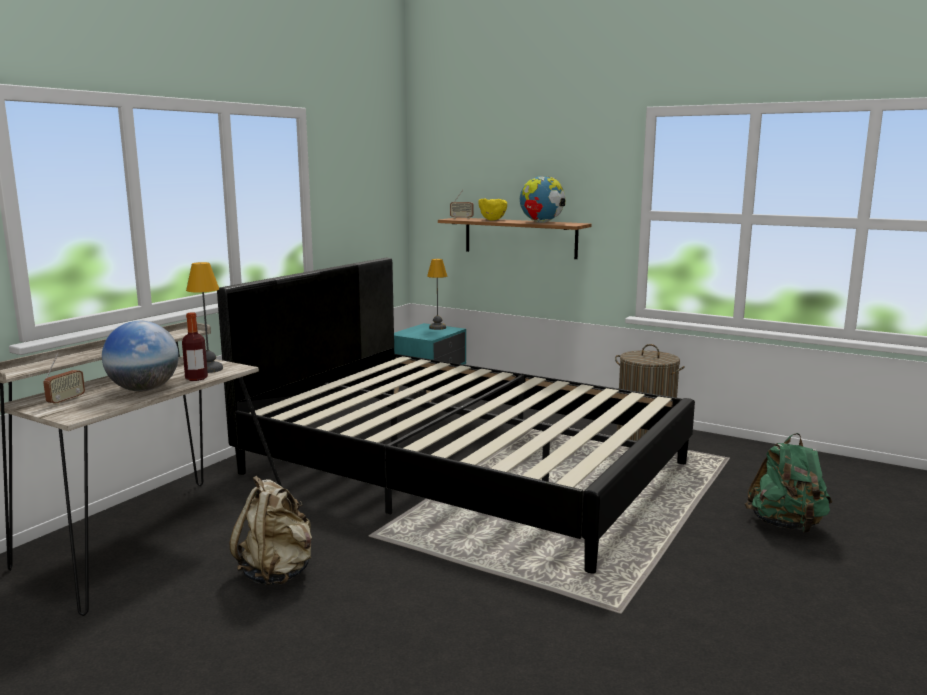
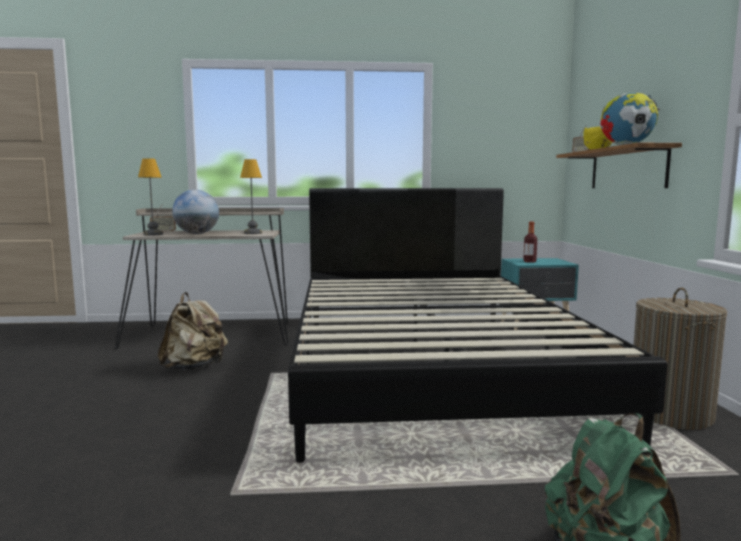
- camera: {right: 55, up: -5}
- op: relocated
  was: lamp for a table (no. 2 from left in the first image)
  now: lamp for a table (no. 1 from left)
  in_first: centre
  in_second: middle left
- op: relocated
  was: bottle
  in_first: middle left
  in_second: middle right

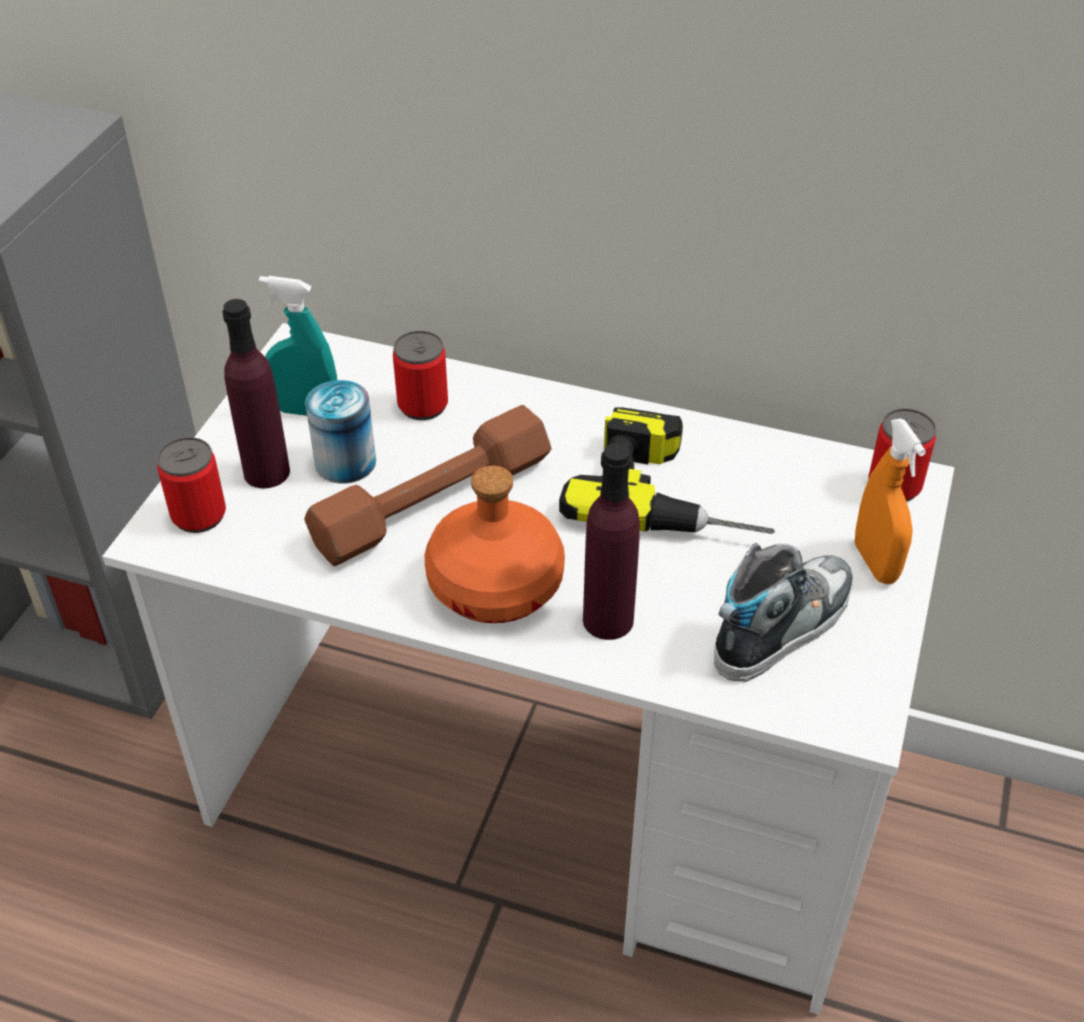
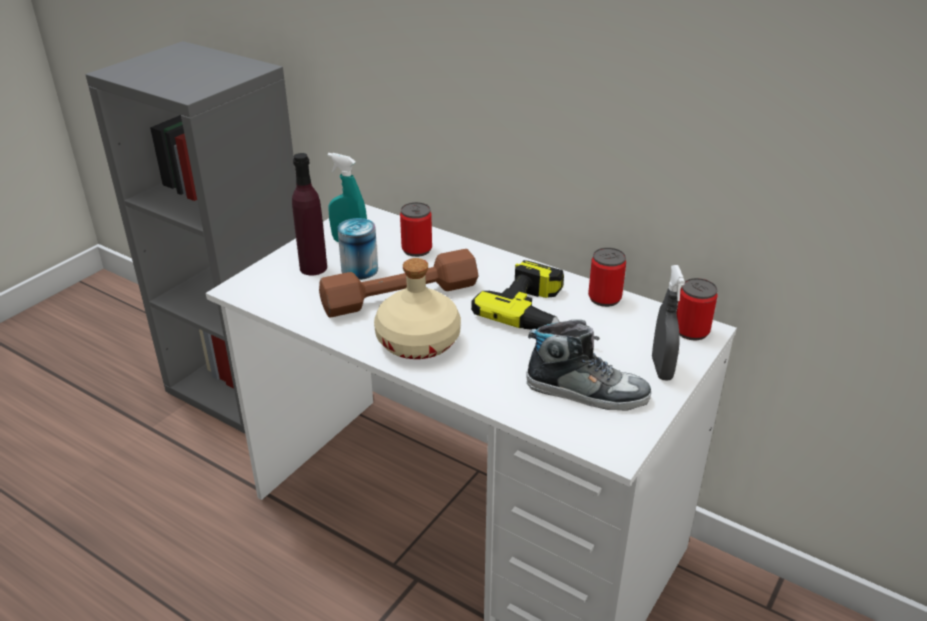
- camera: {right: 15, up: -10}
- op: colour
  was: orangey spray bottle
  now: gray spray bottle
  in_first: middle right
  in_second: middle right
- op: relocated
  was: metal can (no. 1 from left in the first image)
  now: metal can (no. 3 from left)
  in_first: middle left
  in_second: centre
- op: missing
  was: purplish bottle (no. 2 from left)
  in_first: centre
- op: colour
  was: orangey bottle
  now: beige-coloured bottle
  in_first: centre
  in_second: centre
- op: spun
  was: item of footwear
  in_first: middle right
  in_second: centre
  clockwise: 45

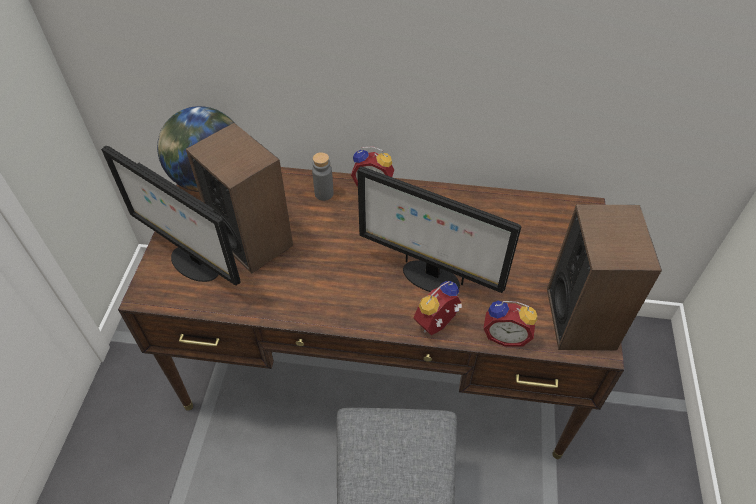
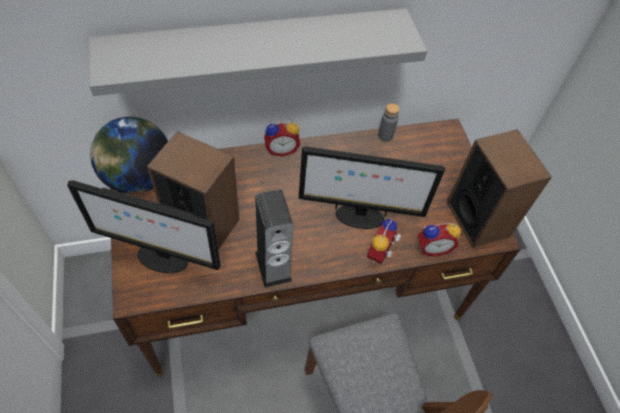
- camera: {right: -25, up: 5}
- op: relocated
  was: gray bottle
  in_first: centre
  in_second: top centre
- op: appeared
  now: gray wall shelf
  in_second: top centre
- op: appeared
  now: speaker (no. 2 from left)
  in_second: centre

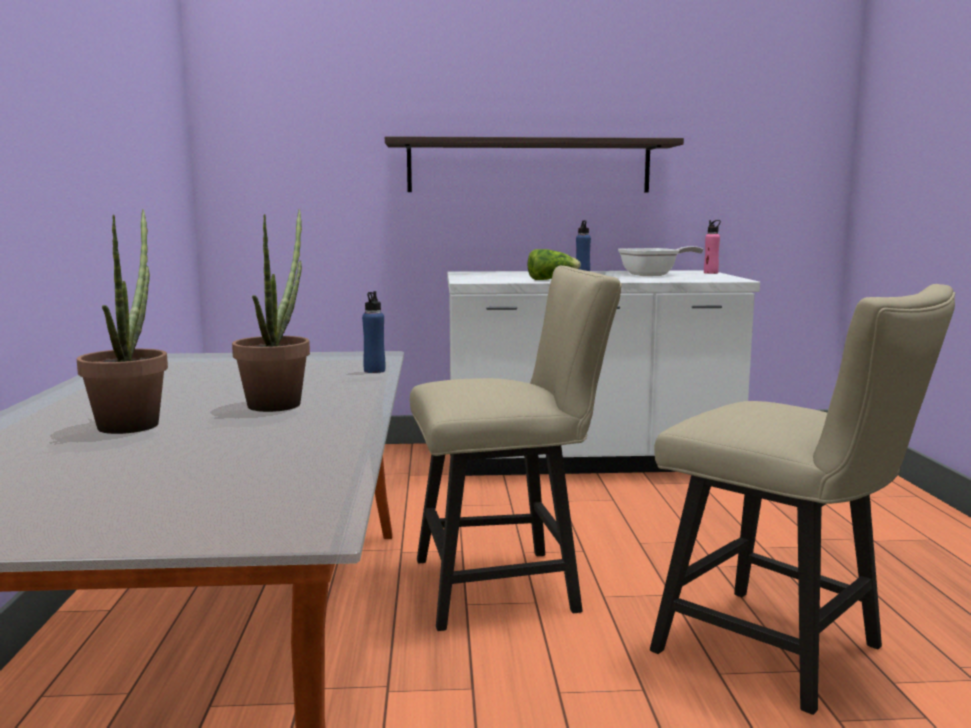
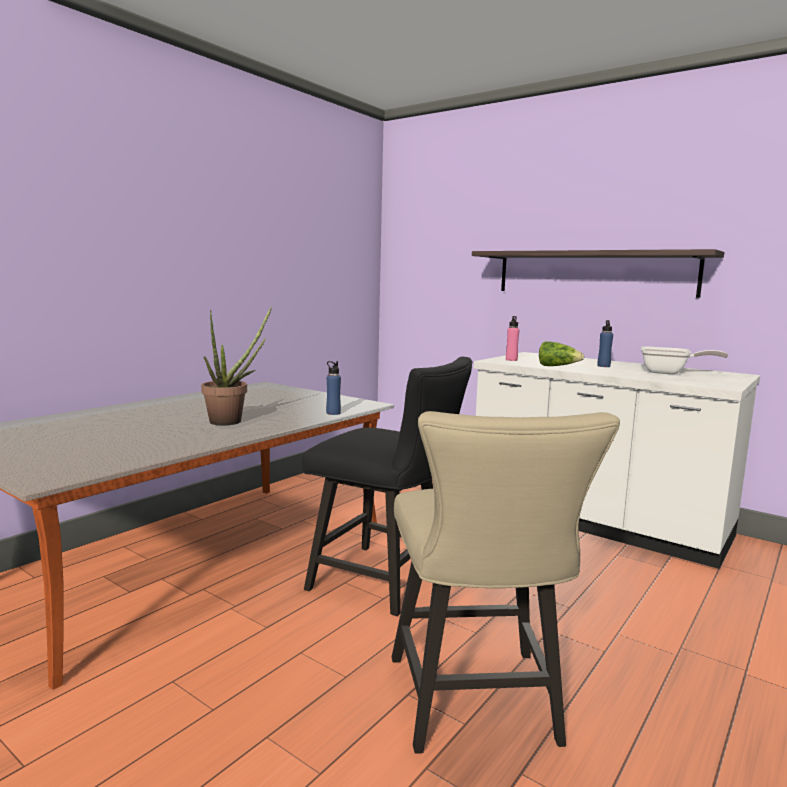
- camera: {right: 40, up: 0}
- op: missing
  was: potted plant (no. 1 from left)
  in_first: middle left
- op: relocated
  was: pinkish bottle
  in_first: middle right
  in_second: centre
- op: colour
  was: beige-coloured upright chair (no. 1 from left)
  now: black-coloured upright chair
  in_first: centre
  in_second: centre

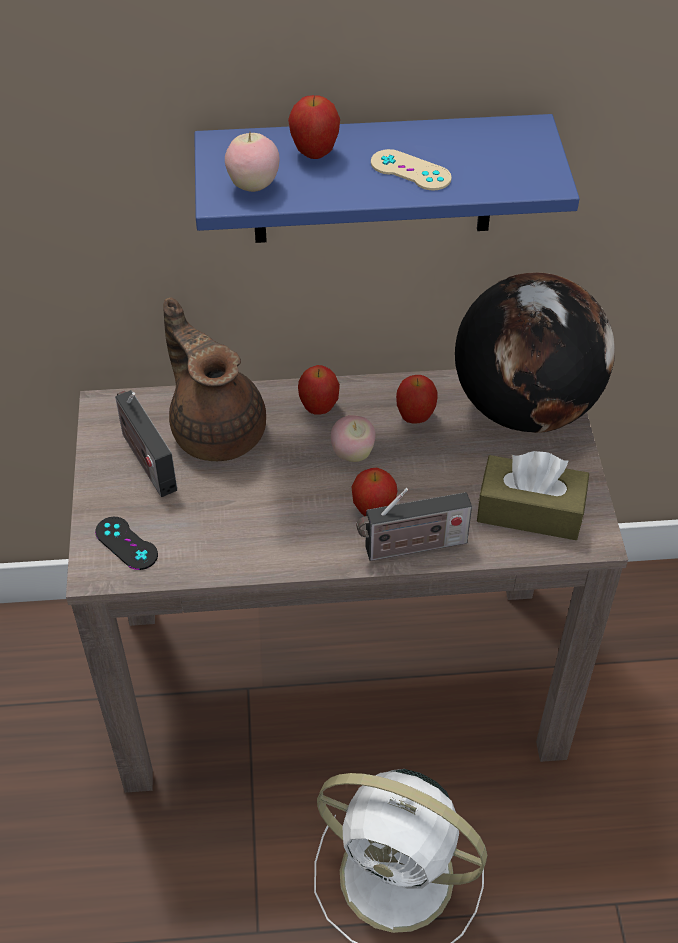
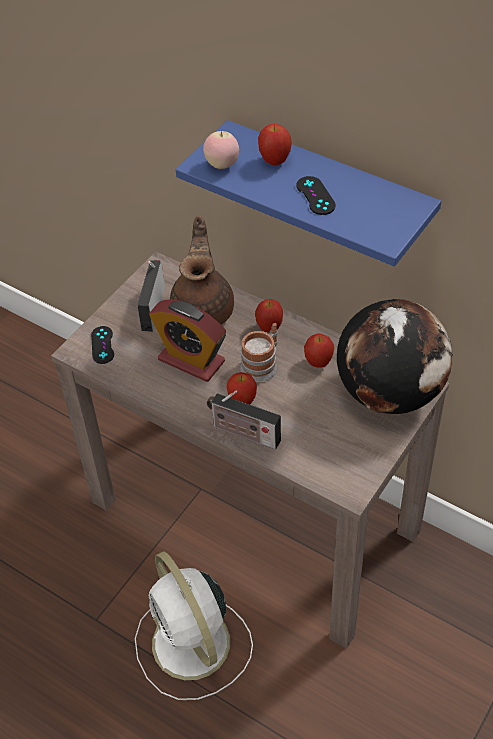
- camera: {right: 40, up: 0}
- op: colour
  was: beige-coloured gamepad
  now: black-coloured gamepad (no. 2 from left)
  in_first: top centre
  in_second: top centre
- op: exchanged
  was: apple fruit (no. 4 from left)
  now: coffee mug
  in_first: centre
  in_second: centre
- op: missing
  was: brown tissue holder
  in_first: middle right
- op: appeared
  now: alarm clock
  in_second: centre

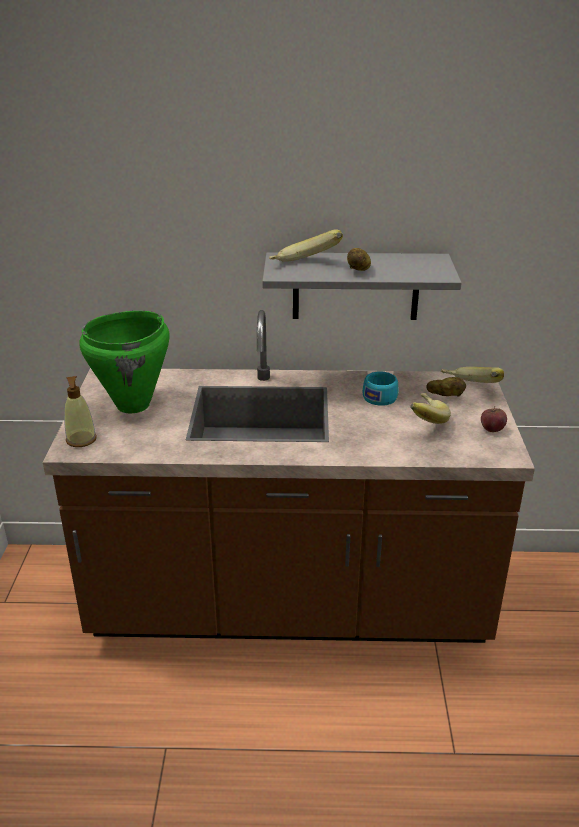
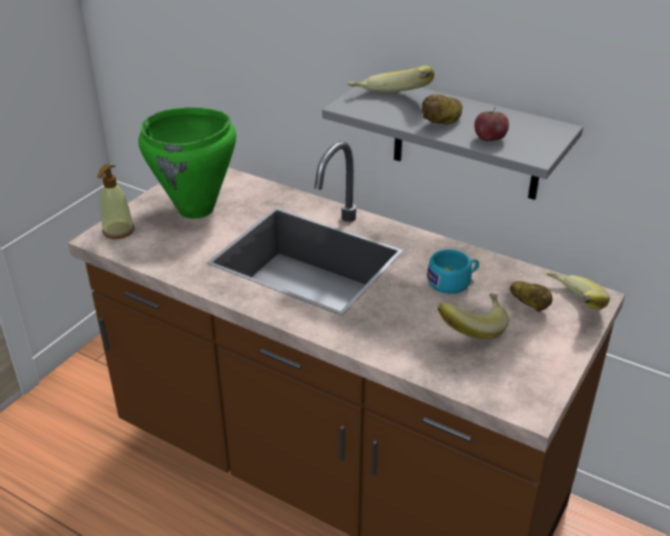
- camera: {right: 30, up: 5}
- op: relocated
  was: apple fruit
  in_first: middle right
  in_second: top right

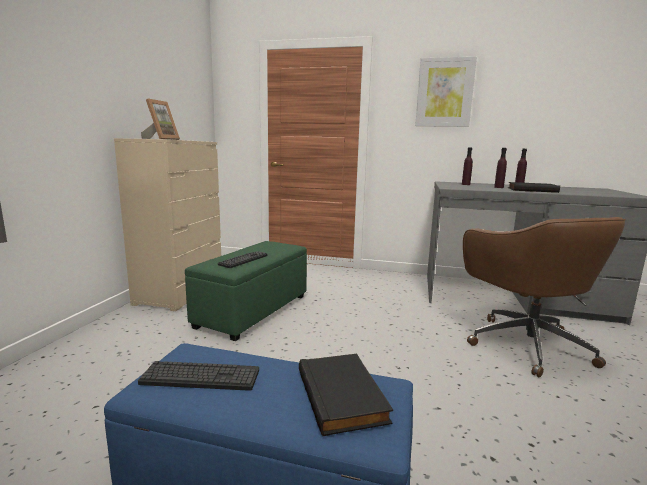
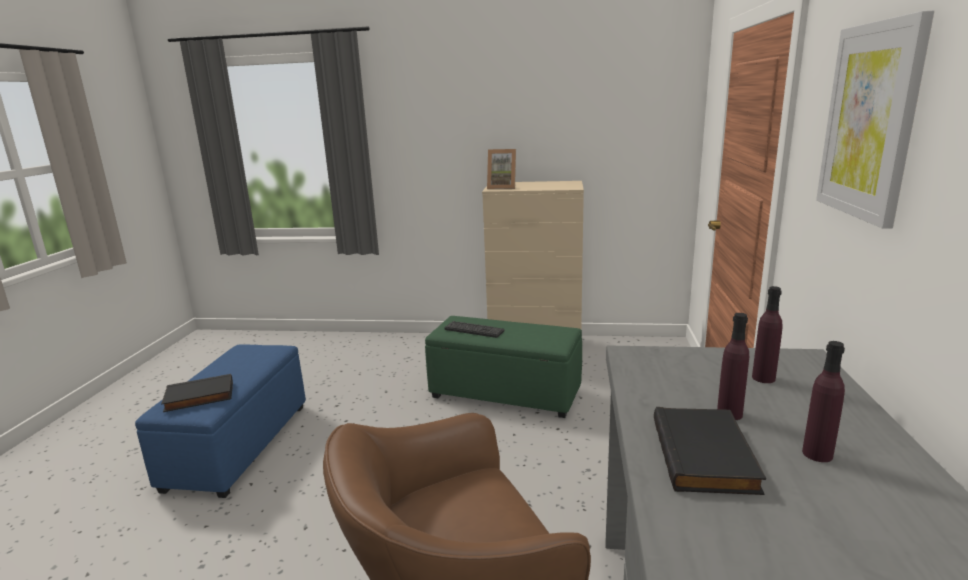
- camera: {right: 85, up: 5}
- op: missing
  was: keyboard (no. 1 from left)
  in_first: bottom left

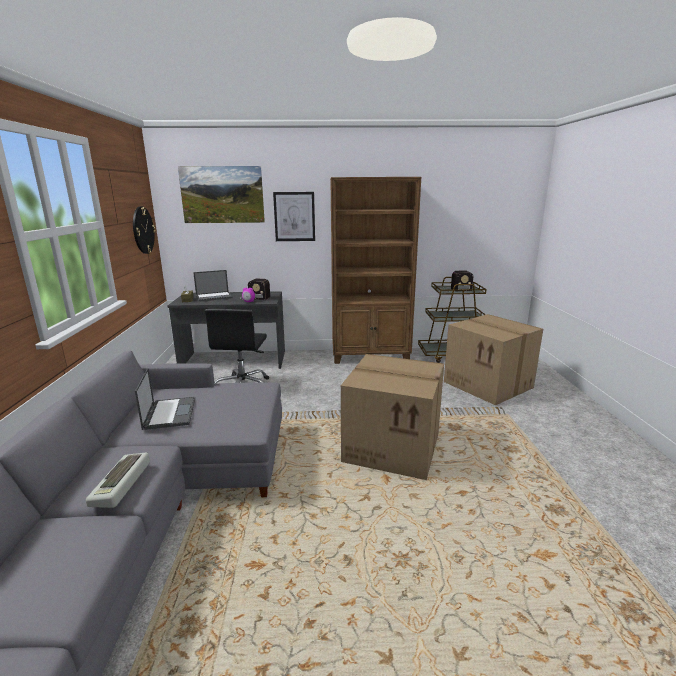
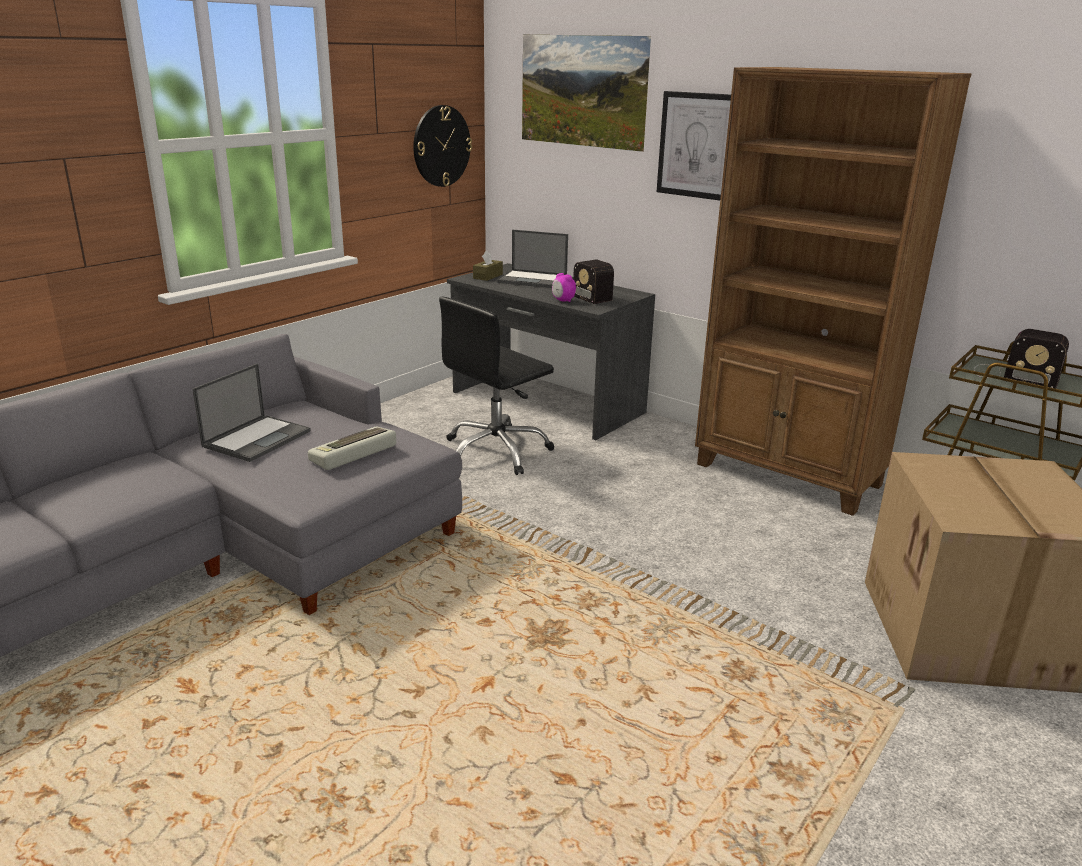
- camera: {right: 40, up: 5}
- op: missing
  was: cardboard box (no. 1 from left)
  in_first: centre
- op: relocated
  was: keyboard
  in_first: bottom left
  in_second: middle left

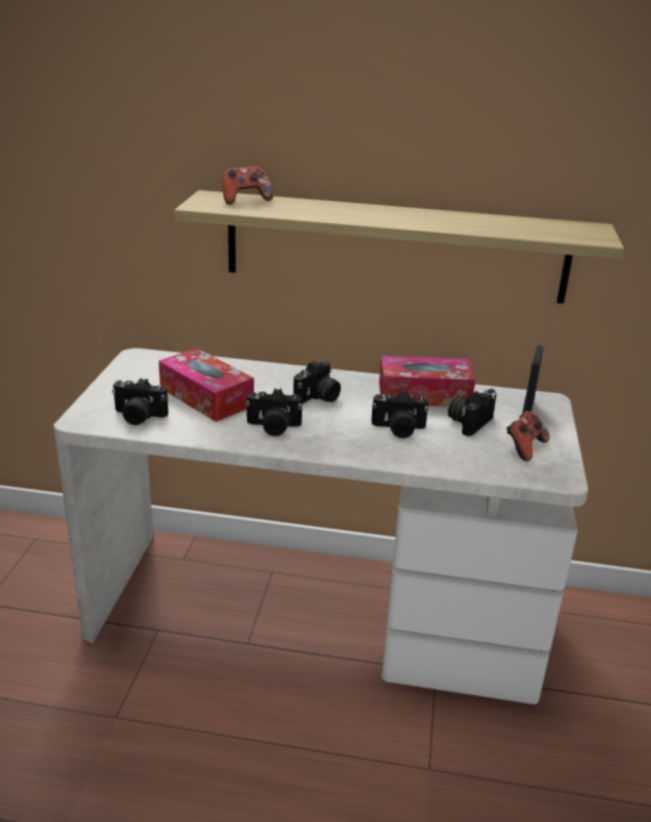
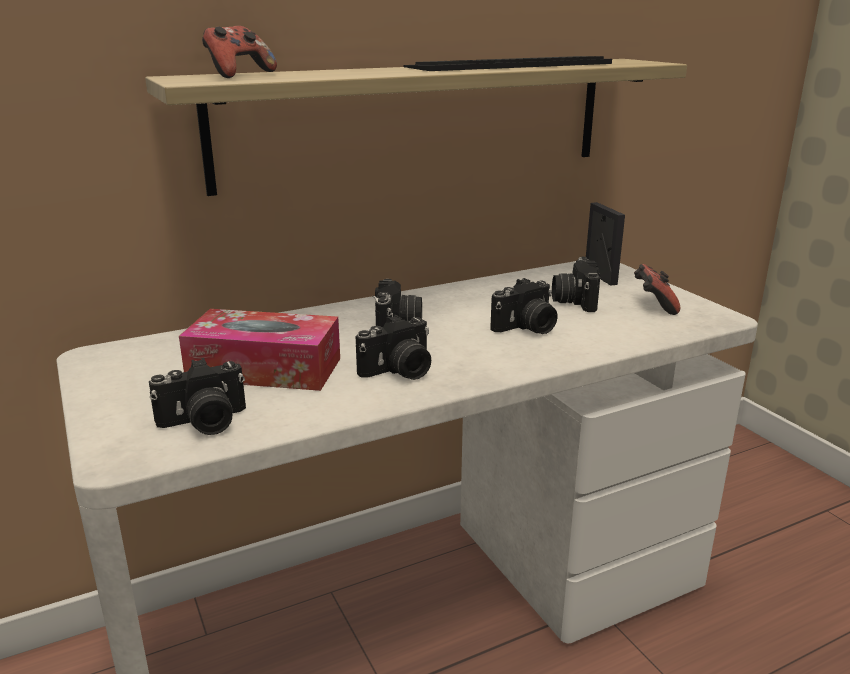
- camera: {right: -35, up: -5}
- op: missing
  was: tissue holder (no. 2 from left)
  in_first: centre
- op: appeared
  now: keyboard
  in_second: top centre

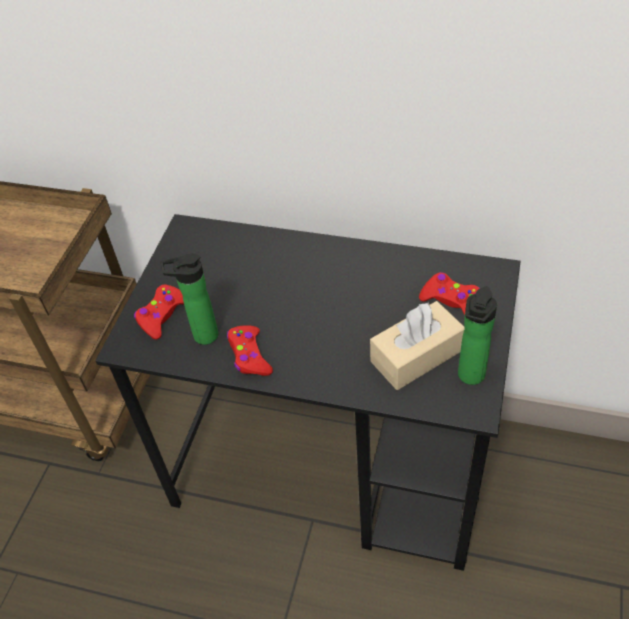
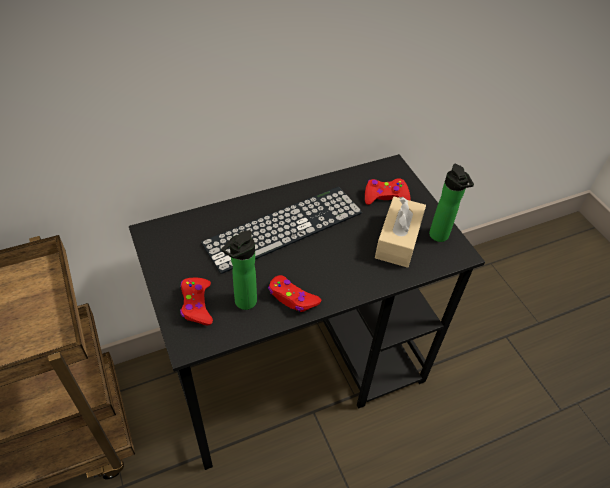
- camera: {right: -45, up: 0}
- op: appeared
  now: keyboard
  in_second: centre

